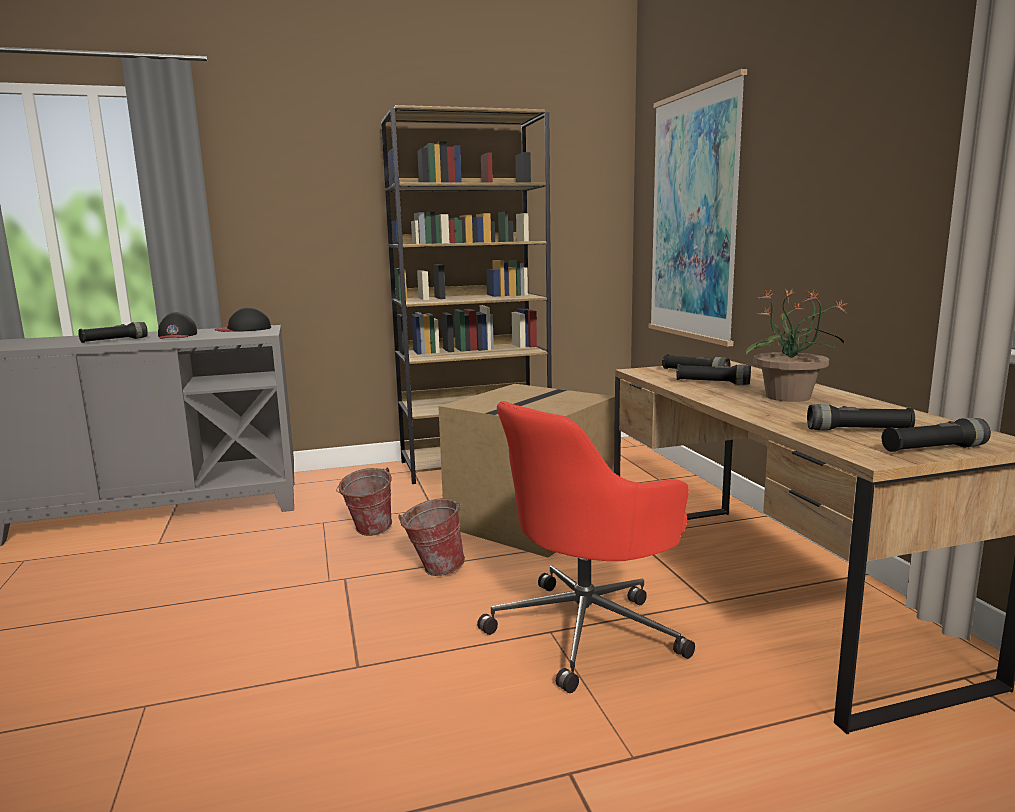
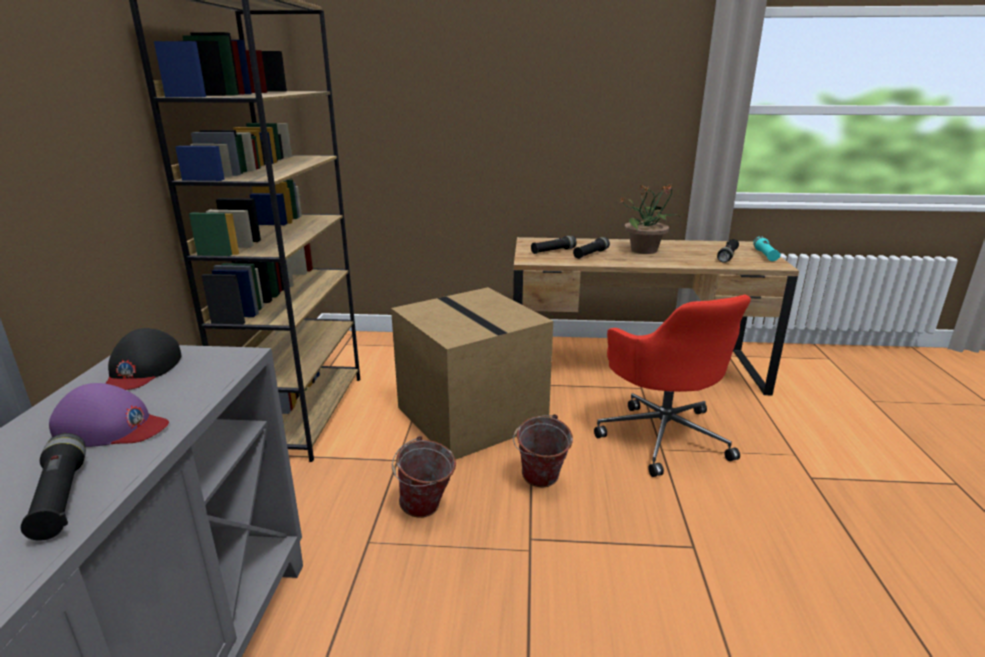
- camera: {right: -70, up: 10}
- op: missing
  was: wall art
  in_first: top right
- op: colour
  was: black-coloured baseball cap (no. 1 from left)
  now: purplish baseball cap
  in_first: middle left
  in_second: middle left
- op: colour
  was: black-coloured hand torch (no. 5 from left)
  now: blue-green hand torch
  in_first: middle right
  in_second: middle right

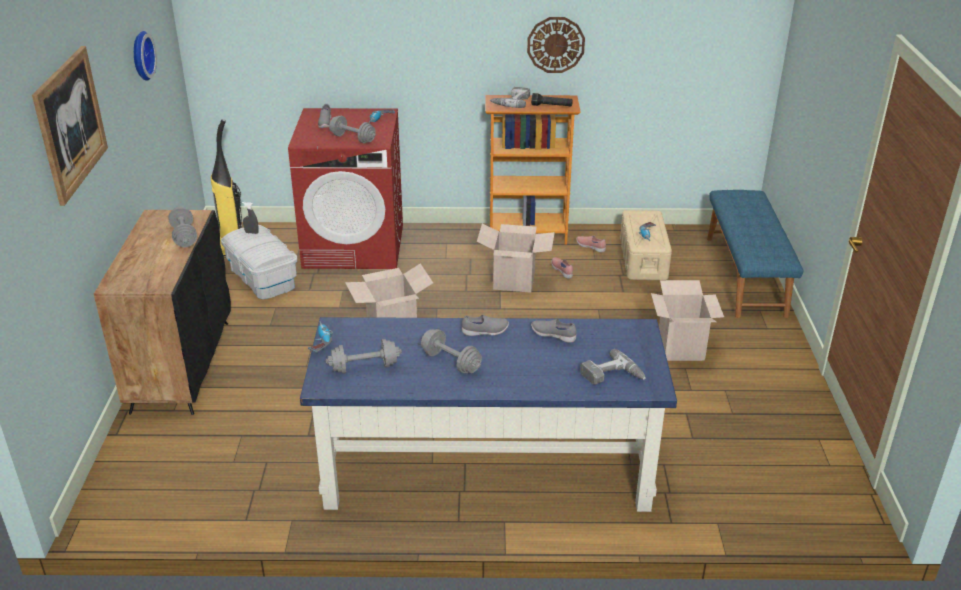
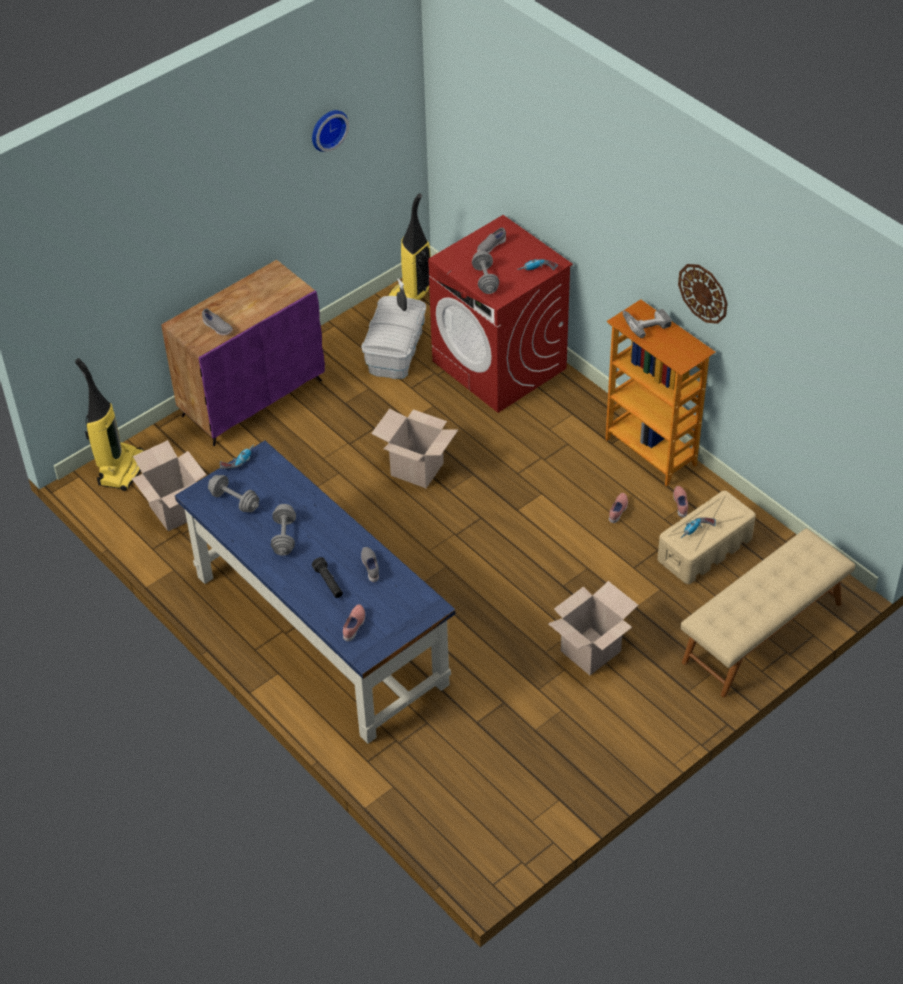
- camera: {right: 50, up: 15}
- op: missing
  was: wall art
  in_first: top left
- op: relocated
  was: black-coloured hand torch
  in_first: top centre
  in_second: centre
- op: colour
  was: bluish bench
  now: beige-coloured bench
  in_first: middle right
  in_second: middle right
- op: missing
  was: gray free weight (no. 1 from left)
  in_first: middle left
- op: colour
  was: black-coloured cabinet
  now: purplish cabinet
  in_first: middle left
  in_second: middle left
- op: relocated
  was: cardboard box (no. 2 from left in the first image)
  now: cardboard box (no. 1 from left)
  in_first: centre
  in_second: middle left
- op: relocated
  was: gray item of footwear (no. 2 from left in the first image)
  now: gray item of footwear (no. 1 from left)
  in_first: centre
  in_second: top left
- op: exchanged
  was: power drill (no. 4 from left)
  now: pinkish item of footwear (no. 1 from left)
  in_first: centre
  in_second: centre
- op: appeared
  now: vacuum (no. 1 from left)
  in_second: middle left

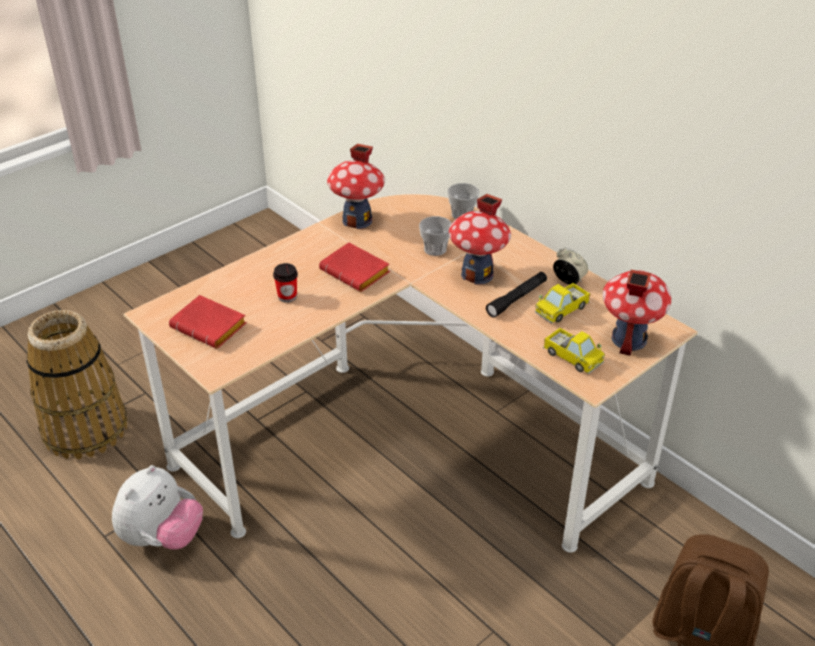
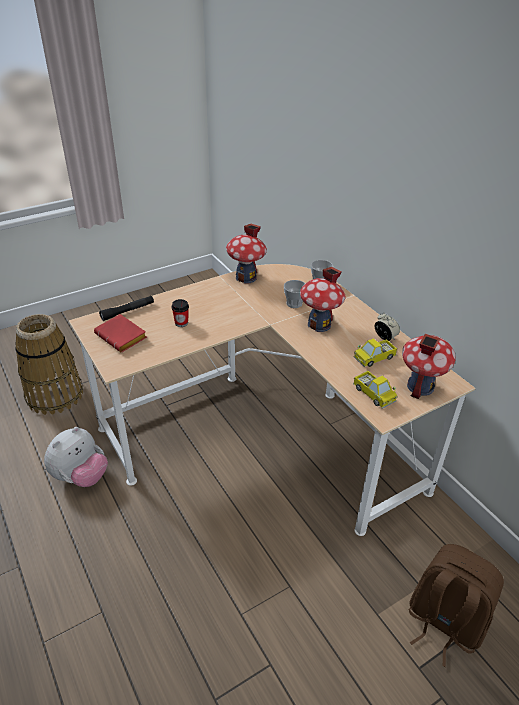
- camera: {right: 10, up: 0}
- op: missing
  was: reddish book (no. 2 from left)
  in_first: centre
- op: relocated
  was: black-coloured hand torch
  in_first: centre
  in_second: middle left

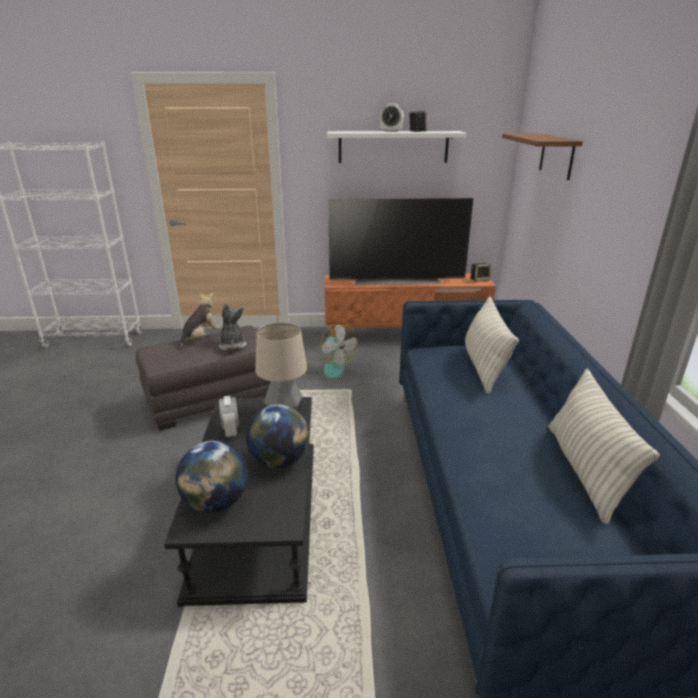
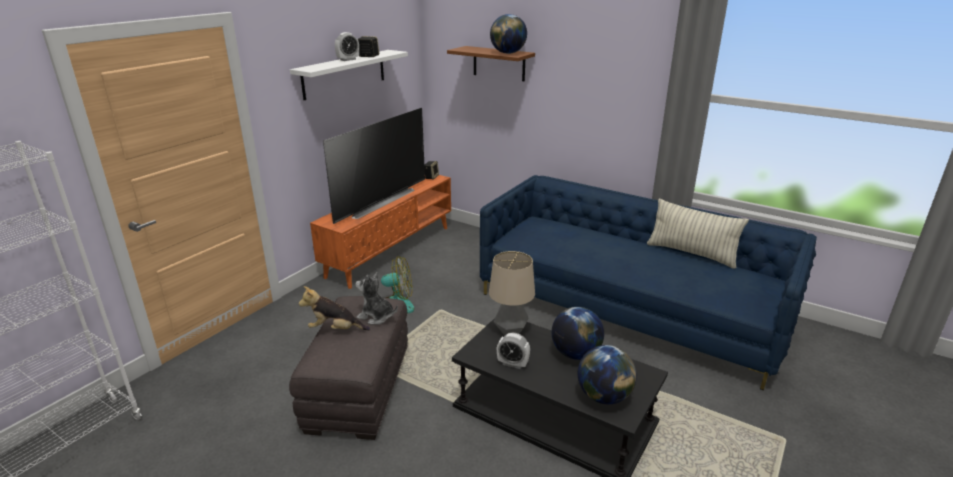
- camera: {right: -55, up: 0}
- op: spun
  was: soft toy (no. 1 from left)
  in_first: middle left
  in_second: centre
  clockwise: -60
- op: missing
  was: cushion (no. 1 from left)
  in_first: middle right
- op: appeared
  now: world globe (no. 1 from left)
  in_second: top centre

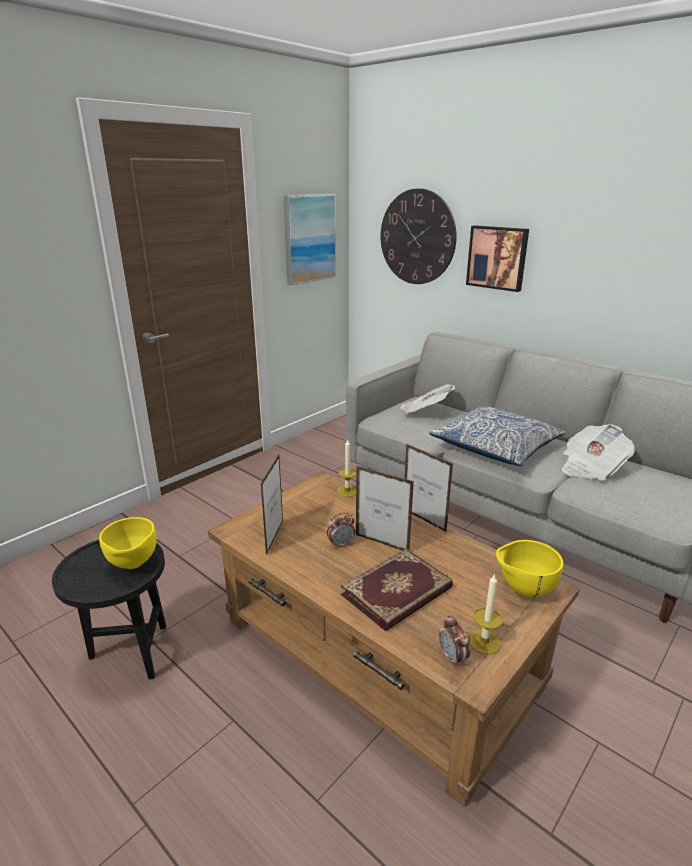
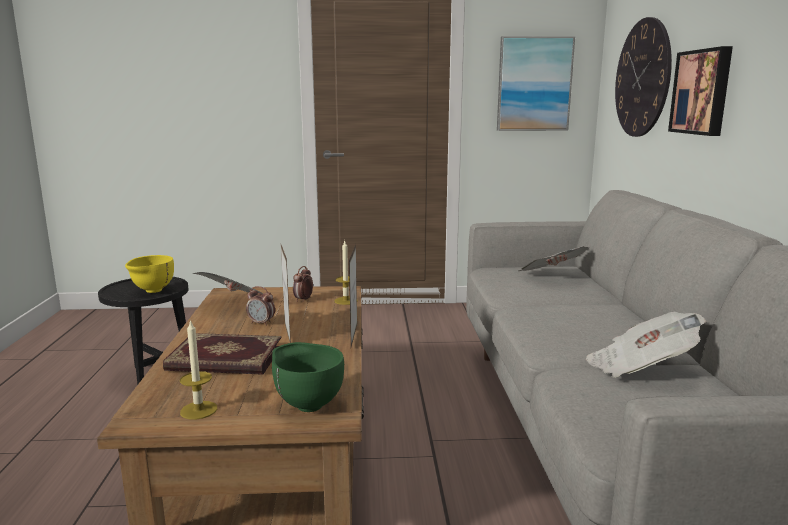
- camera: {right: 45, up: -10}
- op: missing
  was: cushion
  in_first: middle right
- op: exchanged
  was: picture frame (no. 1 from left)
  now: daily paper (no. 1 from left)
  in_first: centre
  in_second: middle left
- op: colour
  was: yellow-coloured deep dish (no. 2 from left)
  now: green deep dish
  in_first: middle right
  in_second: bottom centre
- op: relocated
  was: alarm clock (no. 2 from left)
  in_first: bottom centre
  in_second: centre

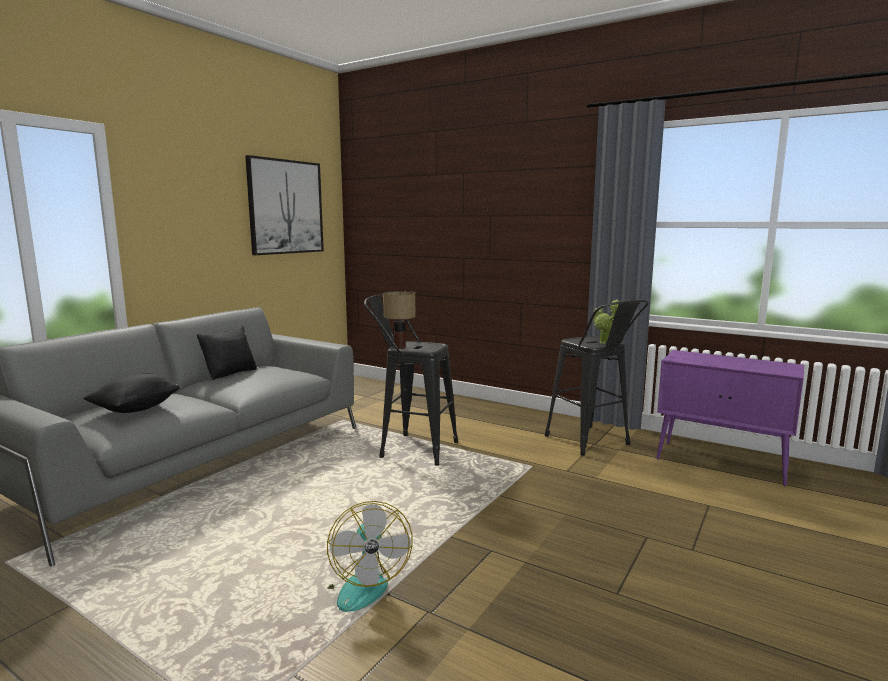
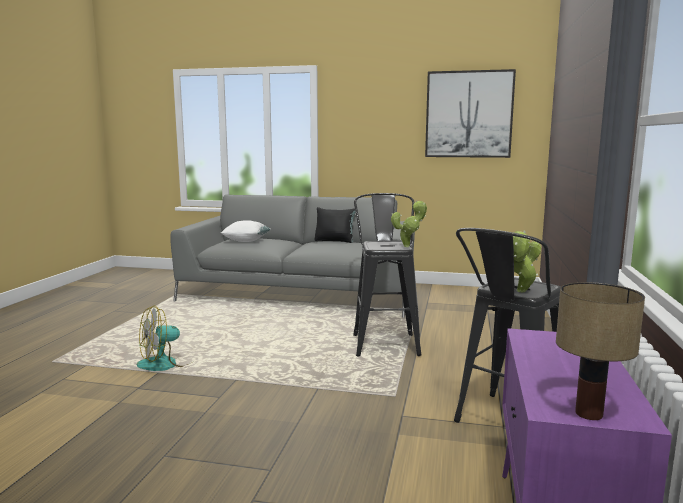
- camera: {right: 70, up: 0}
- op: relocated
  was: lamp for a table
  in_first: centre
  in_second: bottom right
- op: colour
  was: black-coloured cushion (no. 1 from left)
  now: white-coloured cushion
  in_first: middle left
  in_second: centre
- op: appeared
  now: potted plant (no. 1 from left)
  in_second: centre

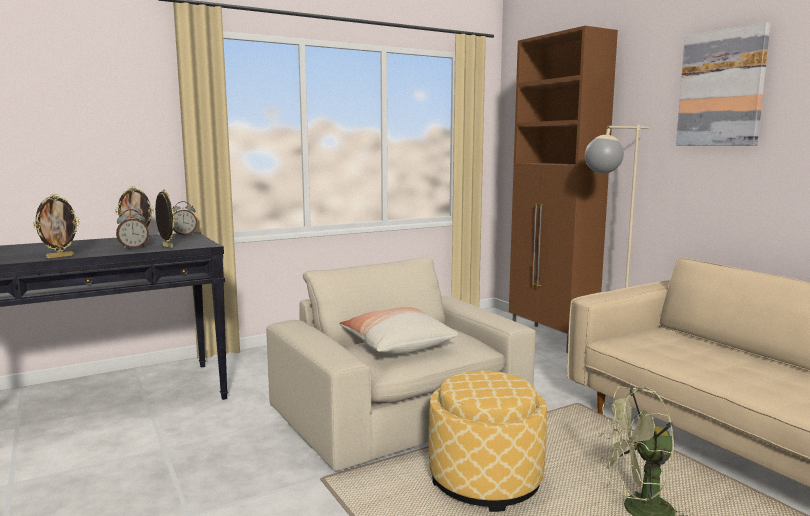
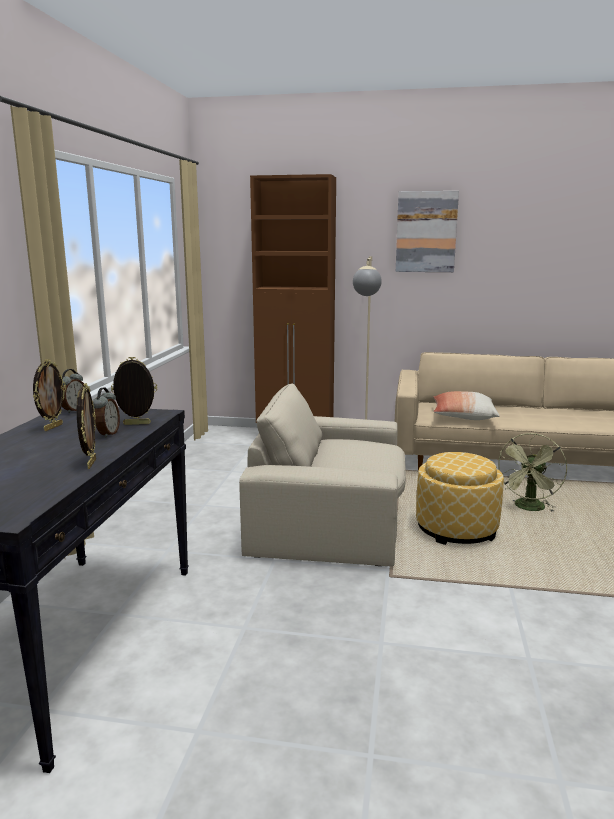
- camera: {right: -50, up: 5}
- op: relocated
  was: cushion
  in_first: centre
  in_second: middle right

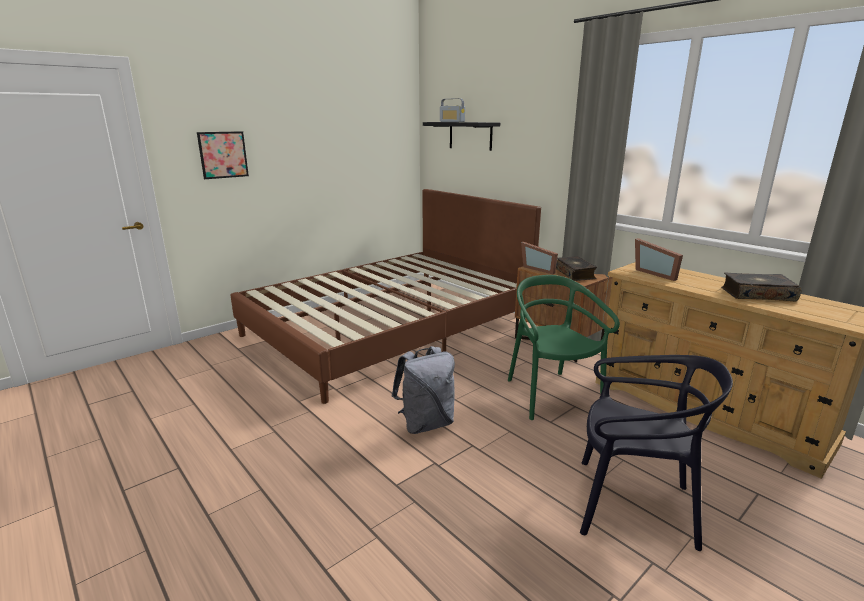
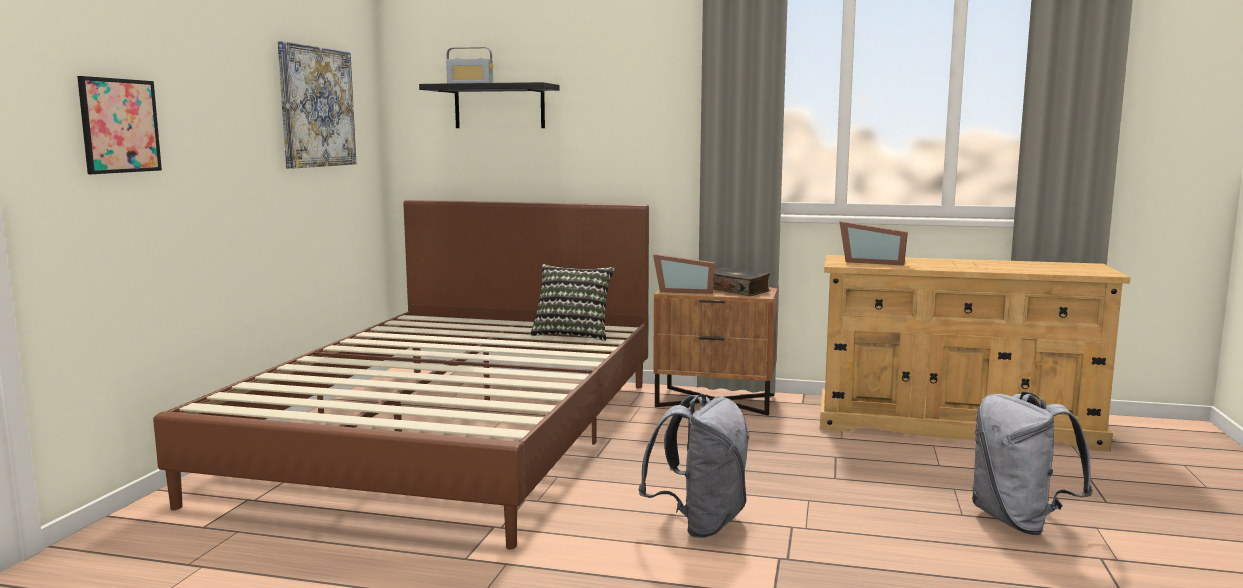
- camera: {right: -35, up: -10}
- op: missing
  was: book (no. 2 from left)
  in_first: middle right
- op: missing
  was: green upright chair
  in_first: centre
- op: exchanged
  was: black-coloured upright chair
  now: gray knapsack (no. 2 from left)
  in_first: bottom right
  in_second: bottom right
- op: appeared
  now: wall art (no. 2 from left)
  in_second: top left
- op: appeared
  now: cushion
  in_second: centre

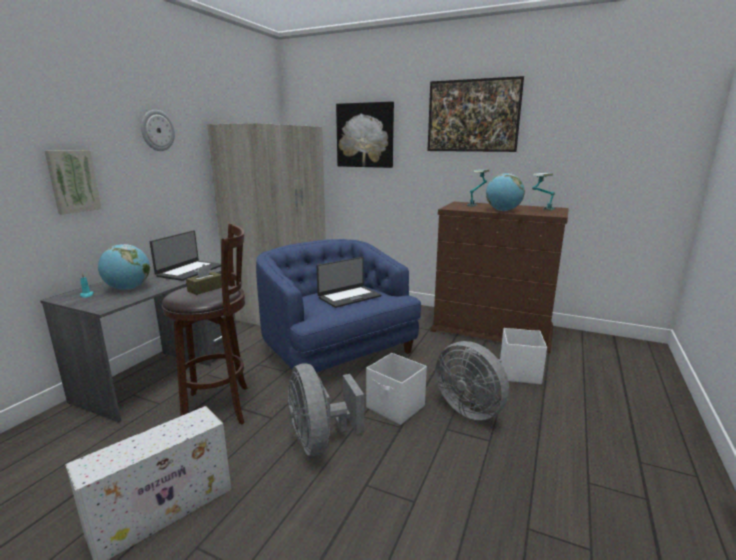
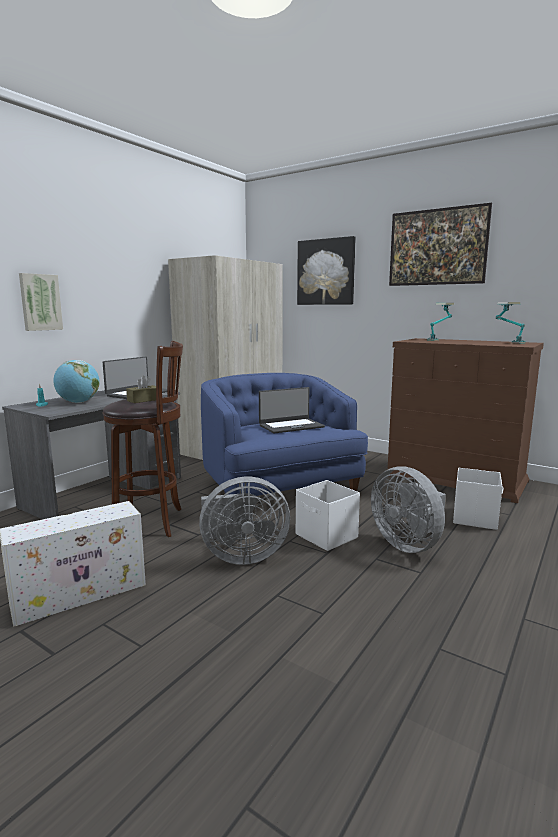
- camera: {right: 10, up: -5}
- op: missing
  was: hanging clock
  in_first: top left
- op: missing
  was: world globe (no. 2 from left)
  in_first: middle right
- op: spun
  was: gray cooling fan (no. 1 from left)
  in_first: bottom centre
  in_second: centre
  clockwise: -90

